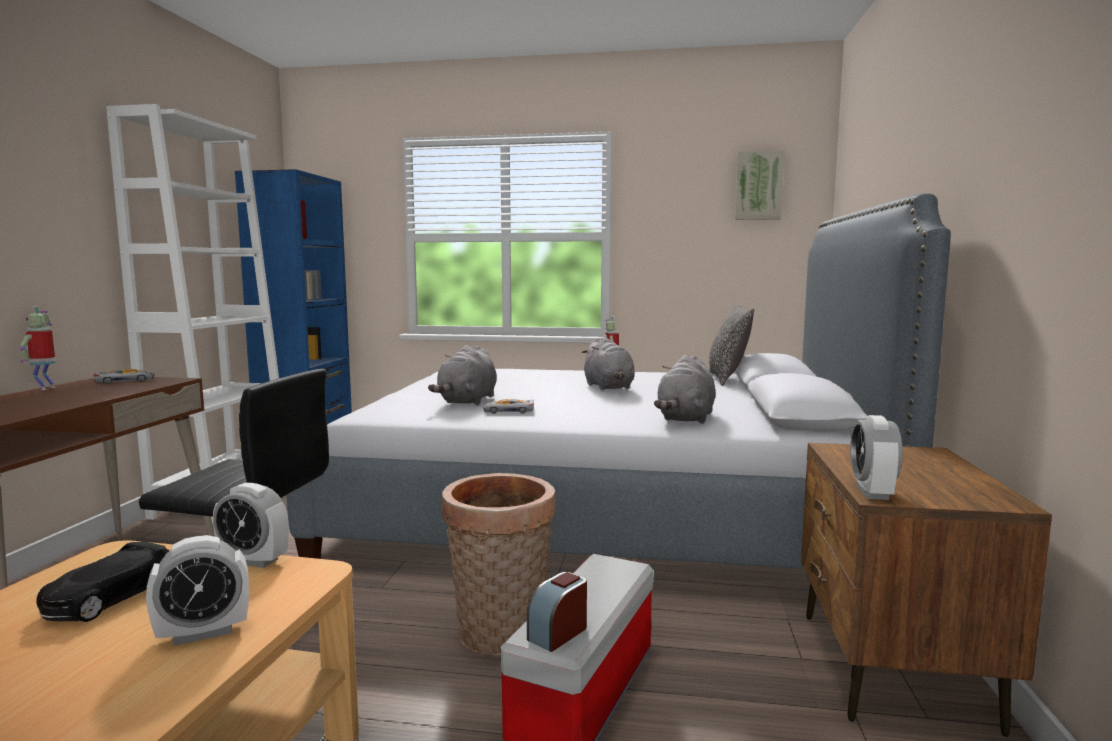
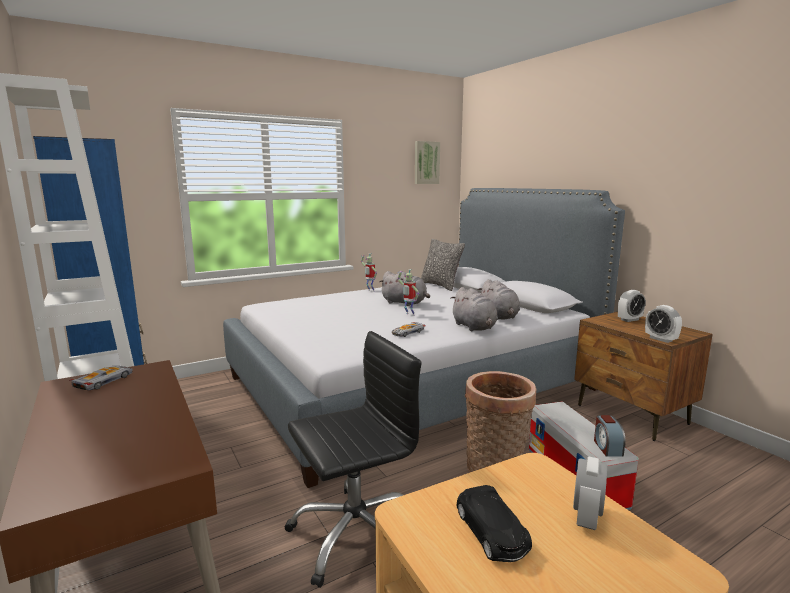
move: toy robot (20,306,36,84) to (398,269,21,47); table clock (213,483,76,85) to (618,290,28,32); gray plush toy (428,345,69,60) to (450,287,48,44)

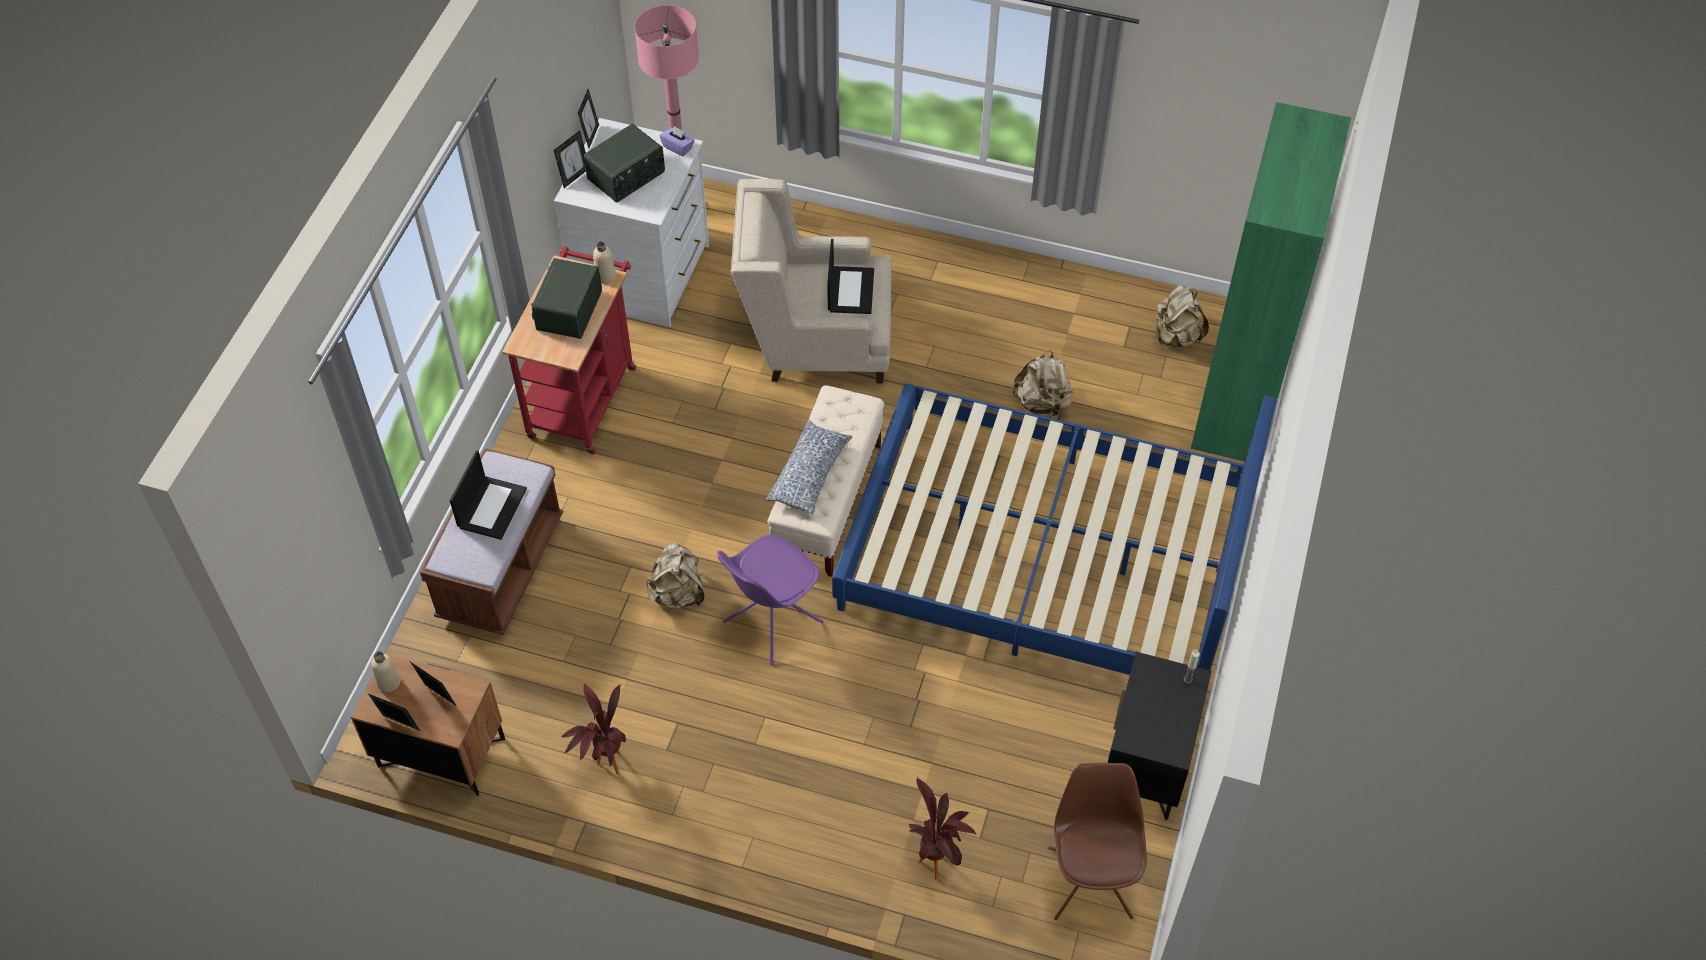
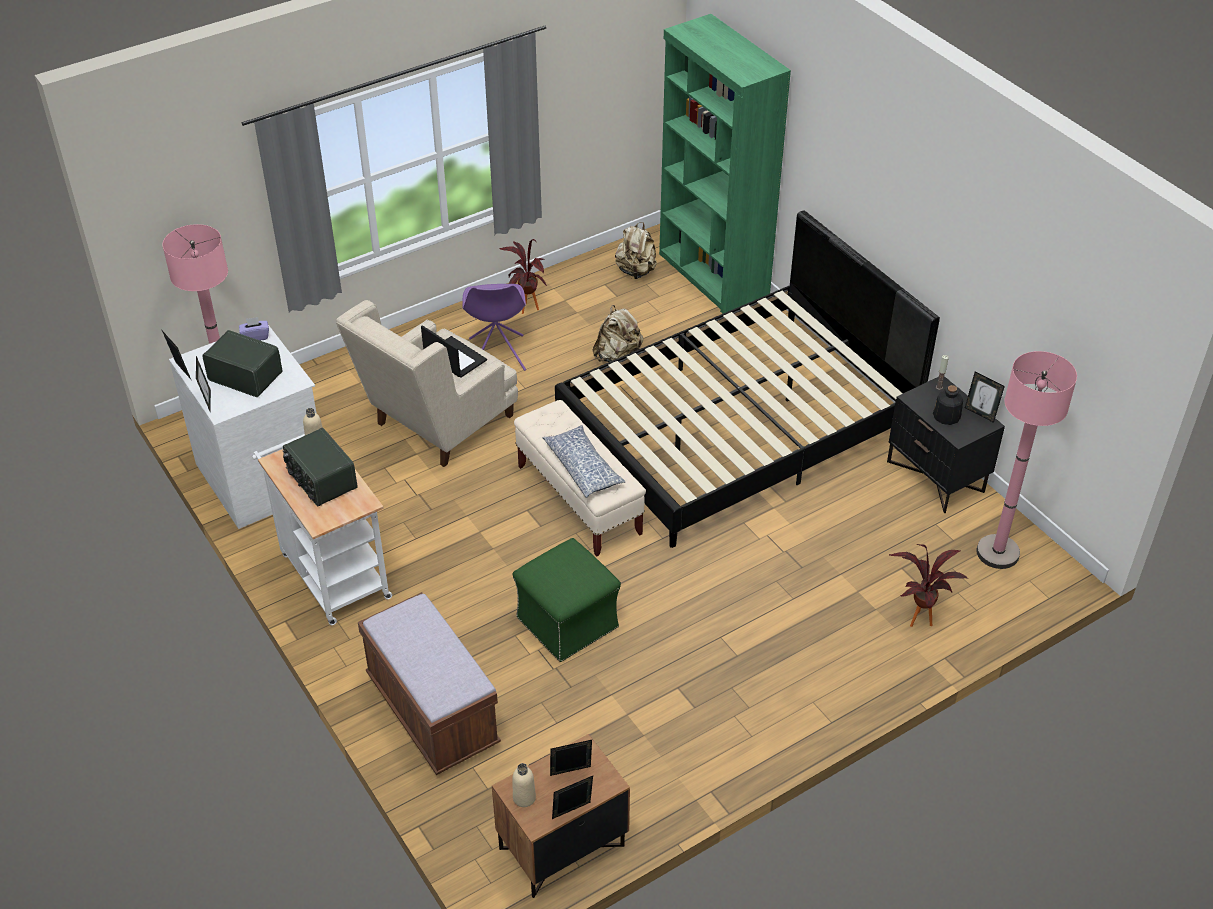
delete: notebook computer (450,450,77,90)
insert: drink bottle (933,385,30,40); picture frame (965,372,40,51)
move: houseplant (561,684,65,91) to (499,239,48,75); purple-coloured chair (717,535,106,130) to (462,284,64,87)
replace: beige-coloured backpack (647,542,57,68) to greenish ottoman (512,538,109,124); brown chair (1048,763,99,157) to pinkish floor lamp (976,351,101,218)
recolor: red-coloured wheeled cart (502,247,134,207) to white-coloured wheeled cart (252,434,140,191); blue-coloured sleeping bed (832,384,444,291) to black-coloured sleeping bed (555,211,385,337)
rotate: radio set (584,124,81,79) = (202,330,81,67) 60 degrees counterclockwise

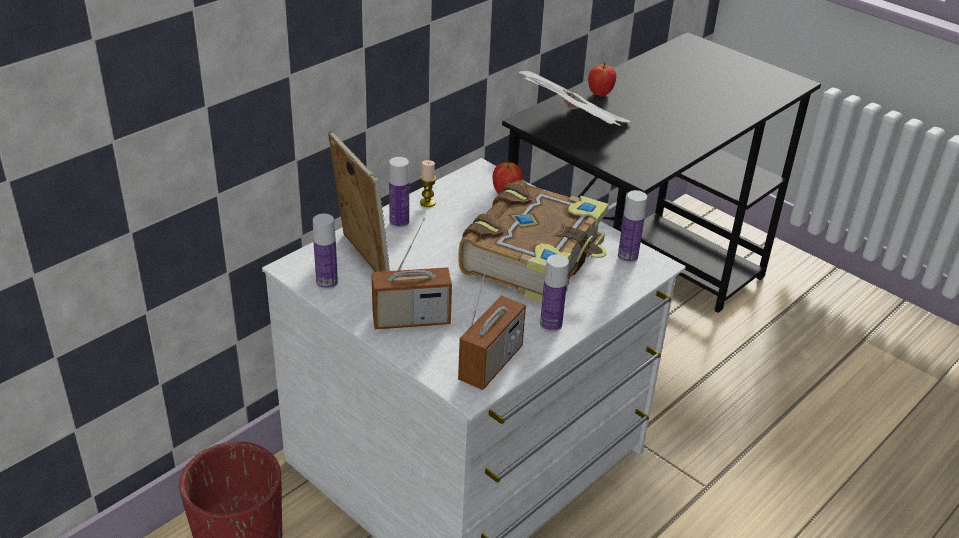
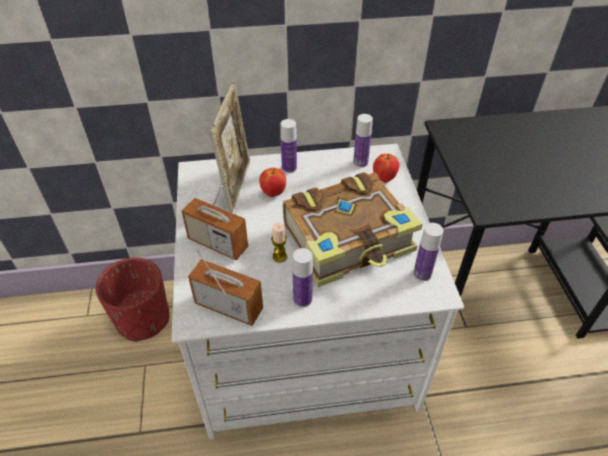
delete: daily paper (519,71,112,55)
move: drink bottle (313,214,25,76) to (353,114,20,54); wax light (420,160,16,47) to (271,223,16,40); apple fruit (588,62,28,35) to (259,168,27,29)
rotate: radio set (458,257,68,133) = (188,250,75,76) 135 degrees counterclockwise

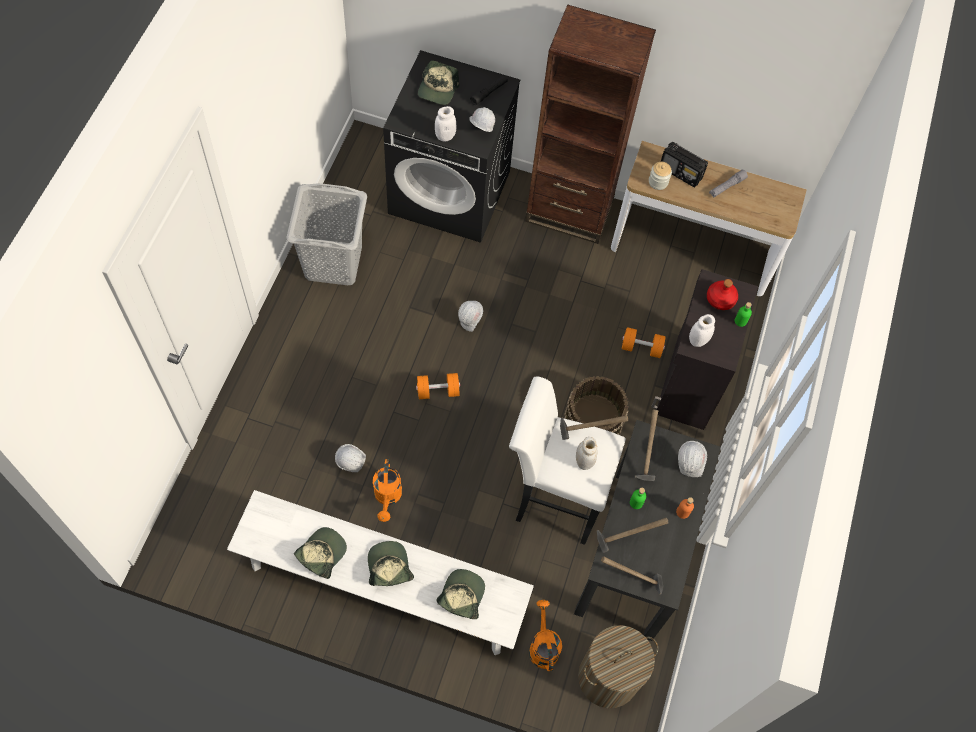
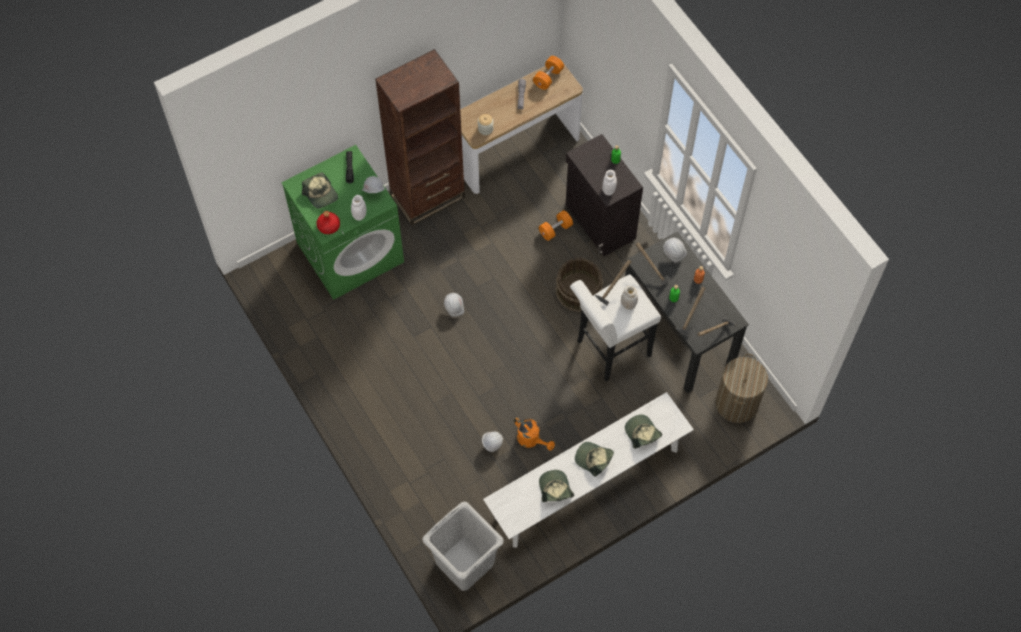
delete: orangey sprinkling can (529,600,33,71); radio set (661,142,47,45)
move: gray washing basket (286,183,81,102) to (422,501,82,90); orangey dumbbell (416,373,44,26) to (533,56,31,34); red-coloured drink bottle (707,279,31,31) to (317,211,23,23)
recolor: black-coloured laundry appliance (383,50,137,193) to greenish laundry appliance (282,145,122,155)

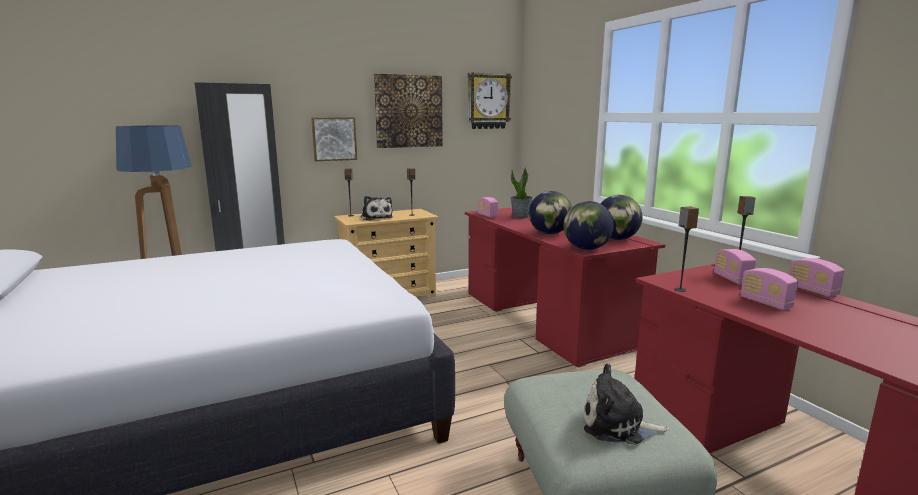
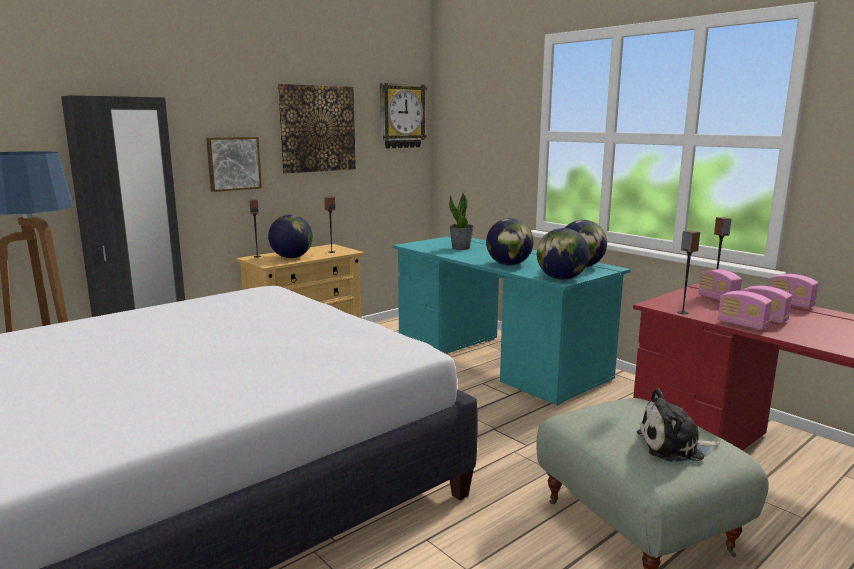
move: radio set (477,197,21,20) to (718,291,54,39)
replace: plush toy (361,196,32,25) to world globe (268,215,45,43)
recolor: red-coloured desk table (465,208,200,160) to blue-green desk table (393,236,238,170)

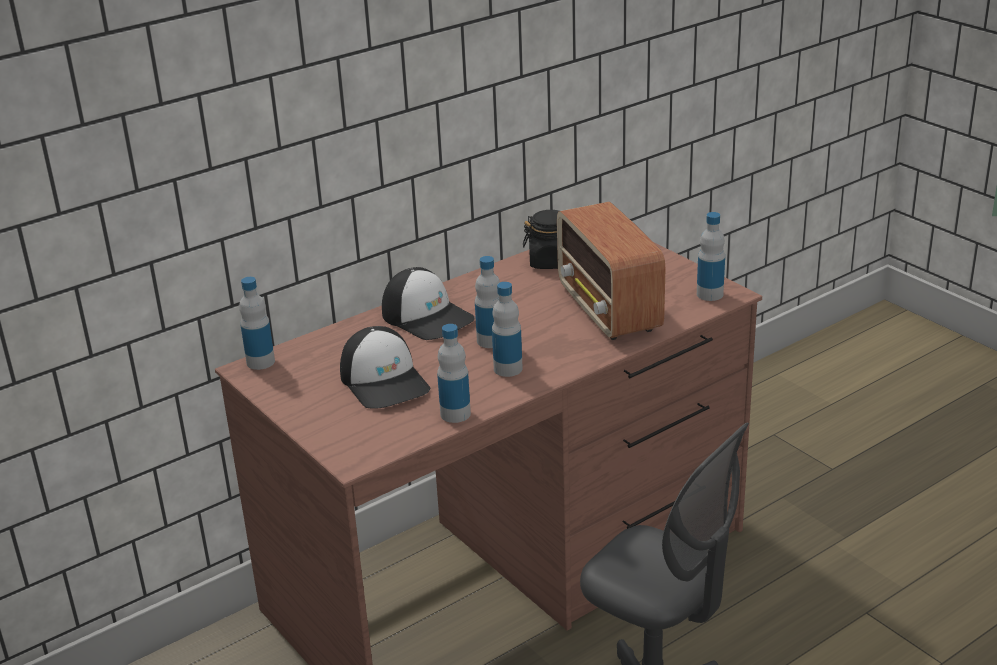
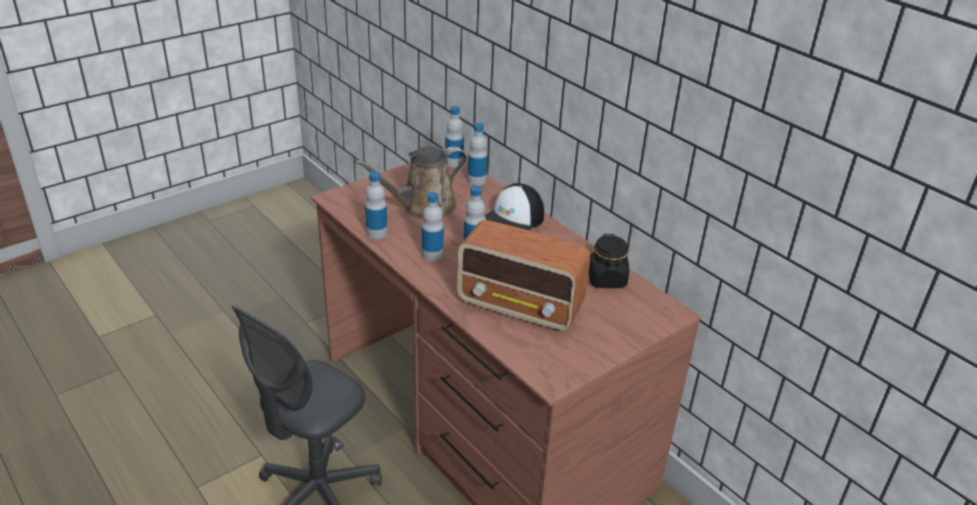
move: drink bottle (697,212,28,89) to (467,123,20,63)
replace: peaked cap (340,326,90,82) to brown sprinkling can (354,146,113,71)
rotate: radio set (557,202,108,138) = (457,220,133,111) 135 degrees counterclockwise

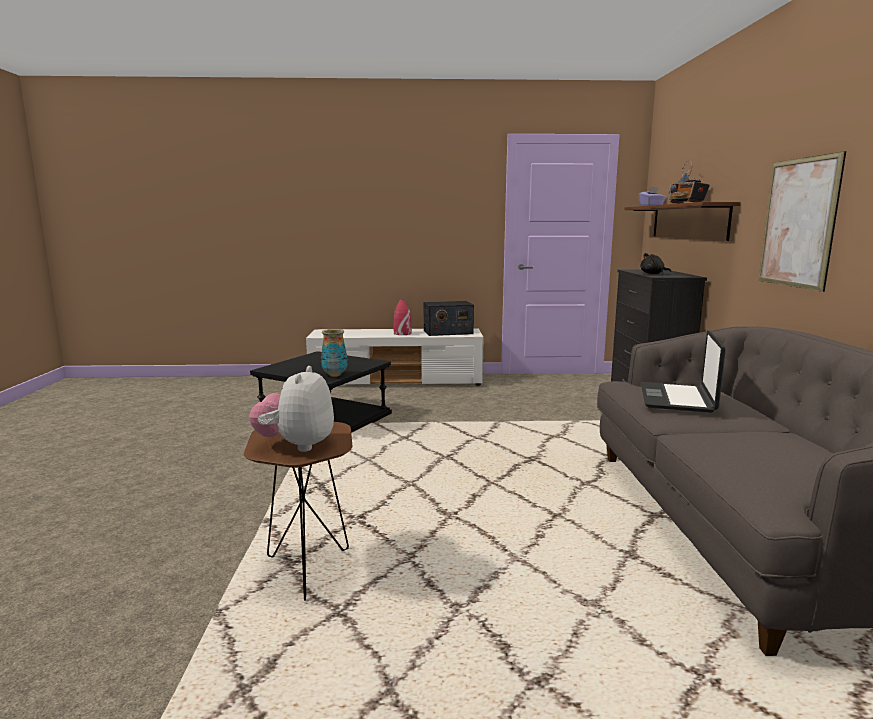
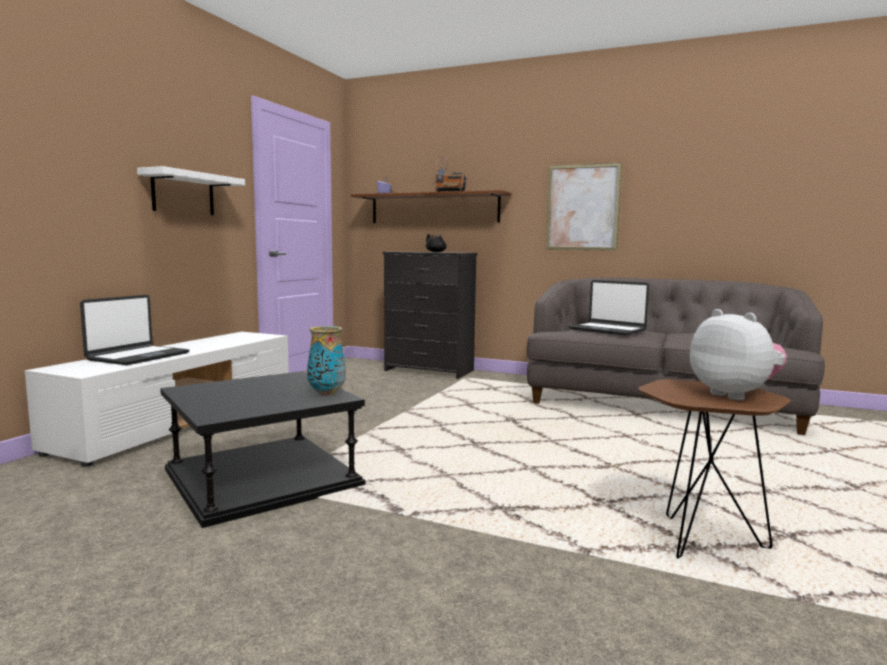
delete: red-coloured vase (394,299,18,36); radio set (424,301,50,35)
insert: notebook computer (80,295,109,70); white-coloured wall shelf (137,166,108,49)
rotate: plush toy (249,366,85,86) = (690,309,97,91) 150 degrees counterclockwise

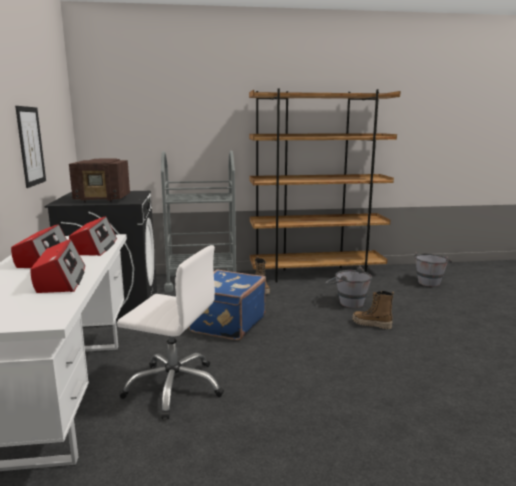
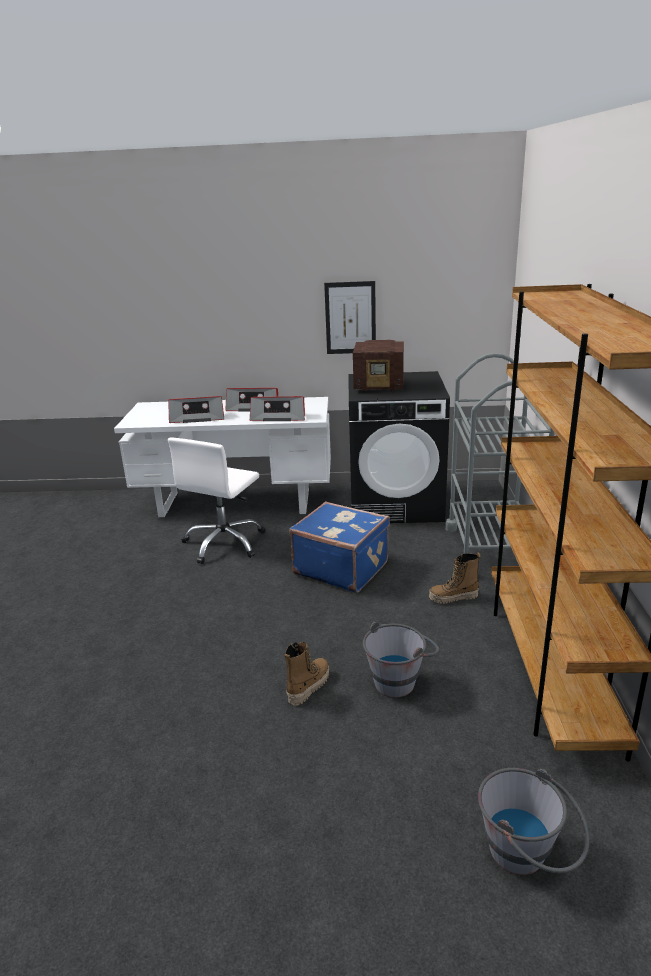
rotate: radio set (69,159,61,43) = (353,340,51,52) 90 degrees counterclockwise

